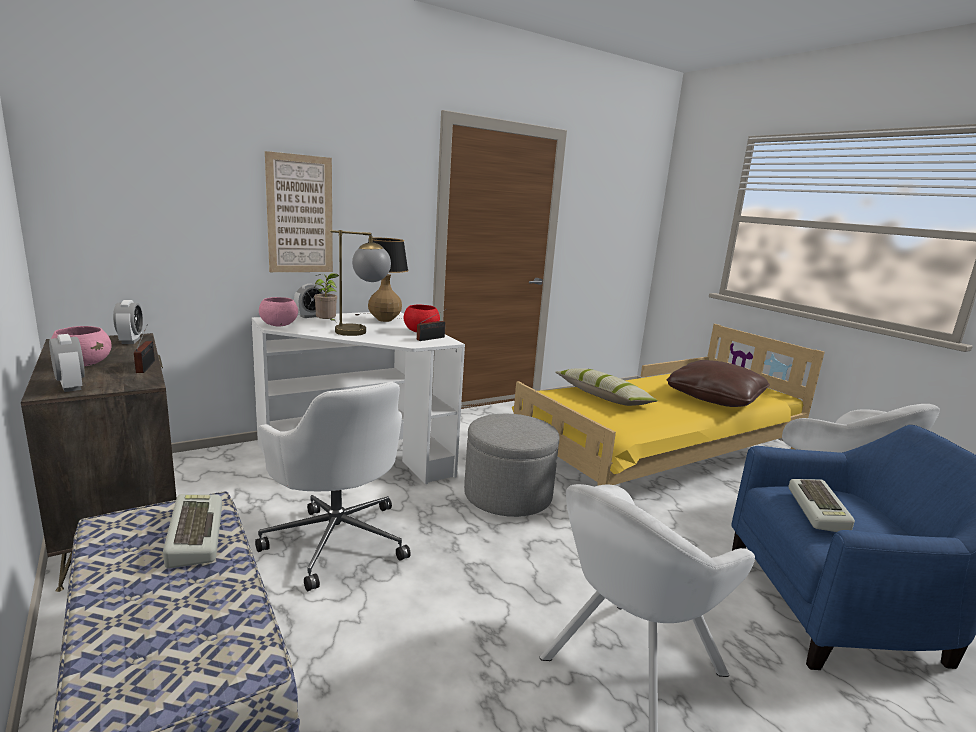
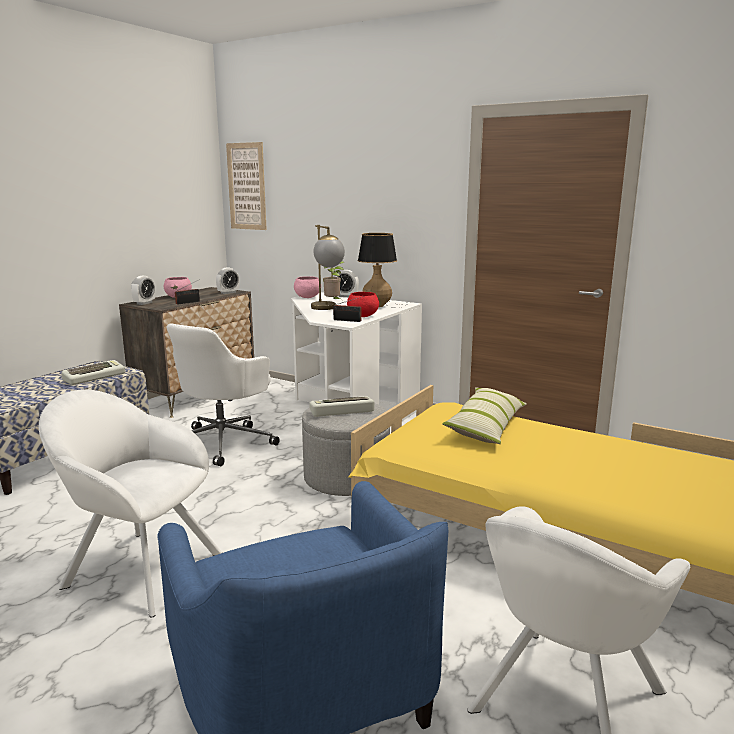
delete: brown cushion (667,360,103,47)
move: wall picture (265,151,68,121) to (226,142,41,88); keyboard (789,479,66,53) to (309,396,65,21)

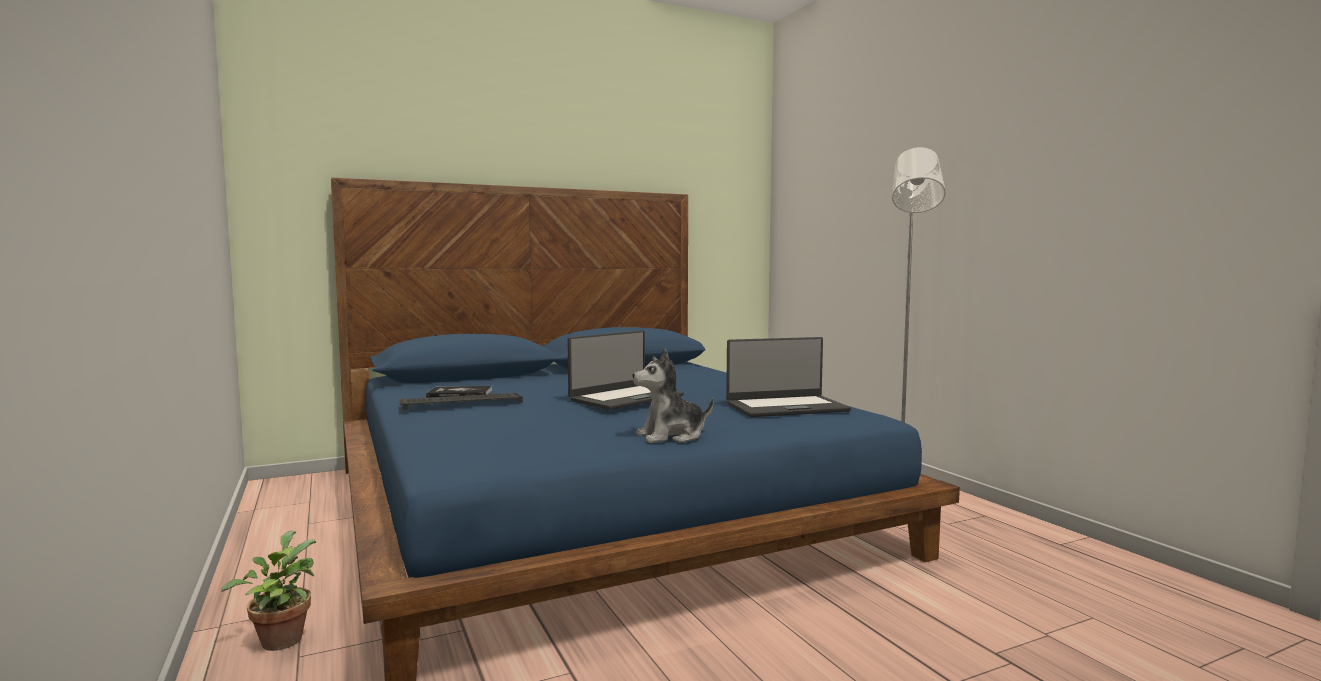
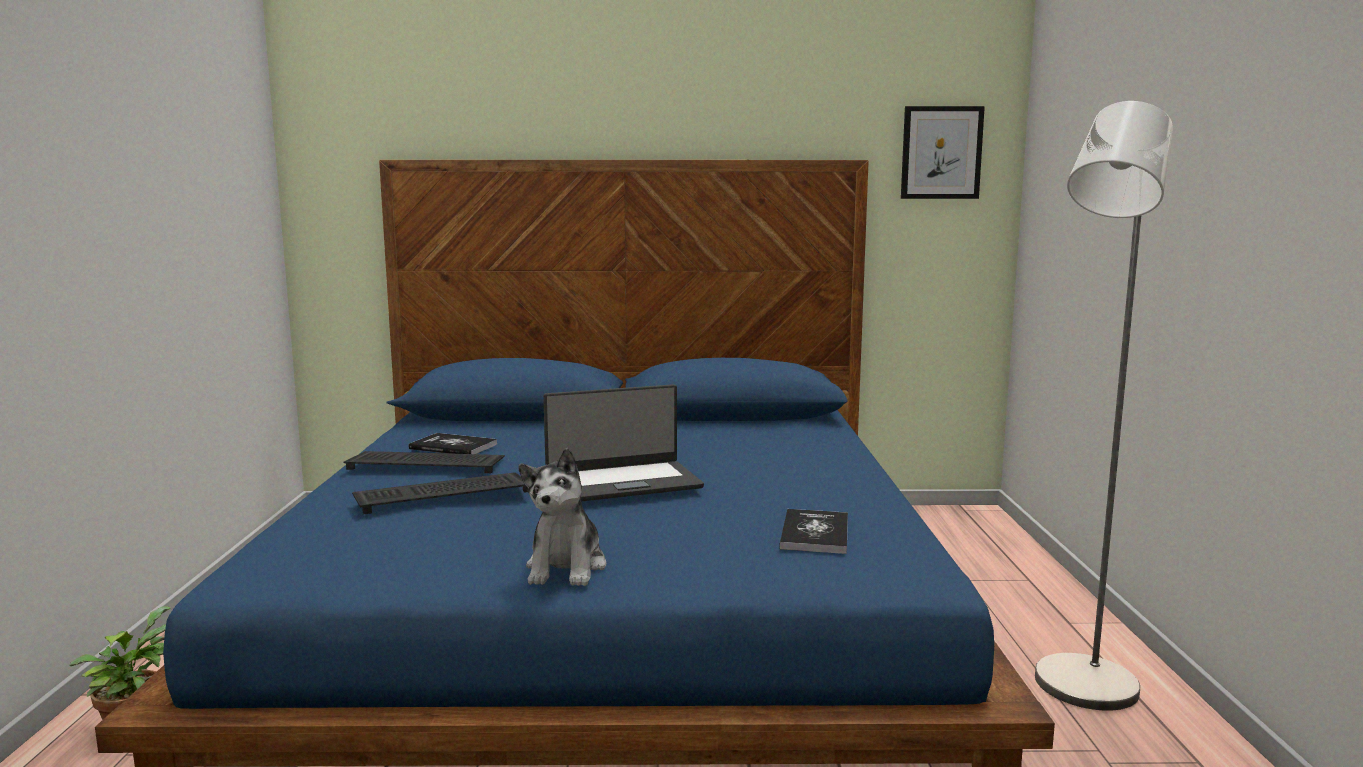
insert: keyboard (352,472,176,42); wall picture (901,106,84,93)
replace: notebook computer (726,337,125,80) to volume (779,509,69,45)
rotate: plush toy (632,349,82,94) = (519,448,87,138) 90 degrees counterclockwise

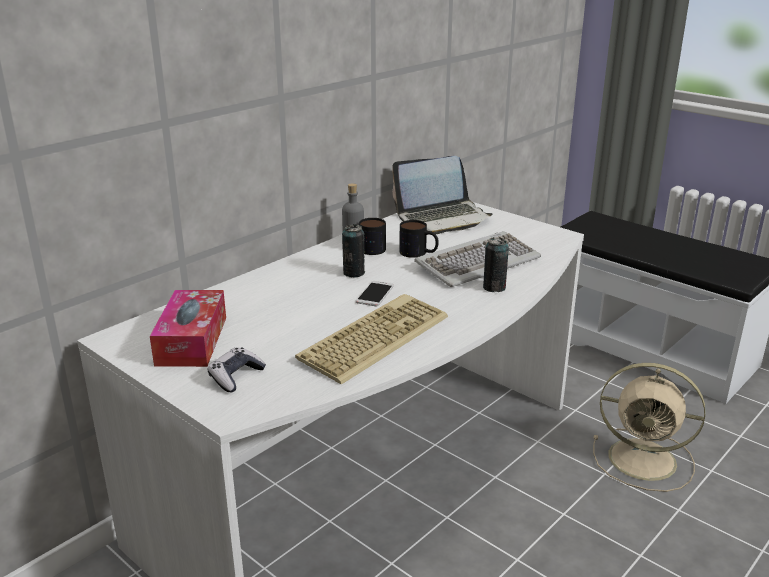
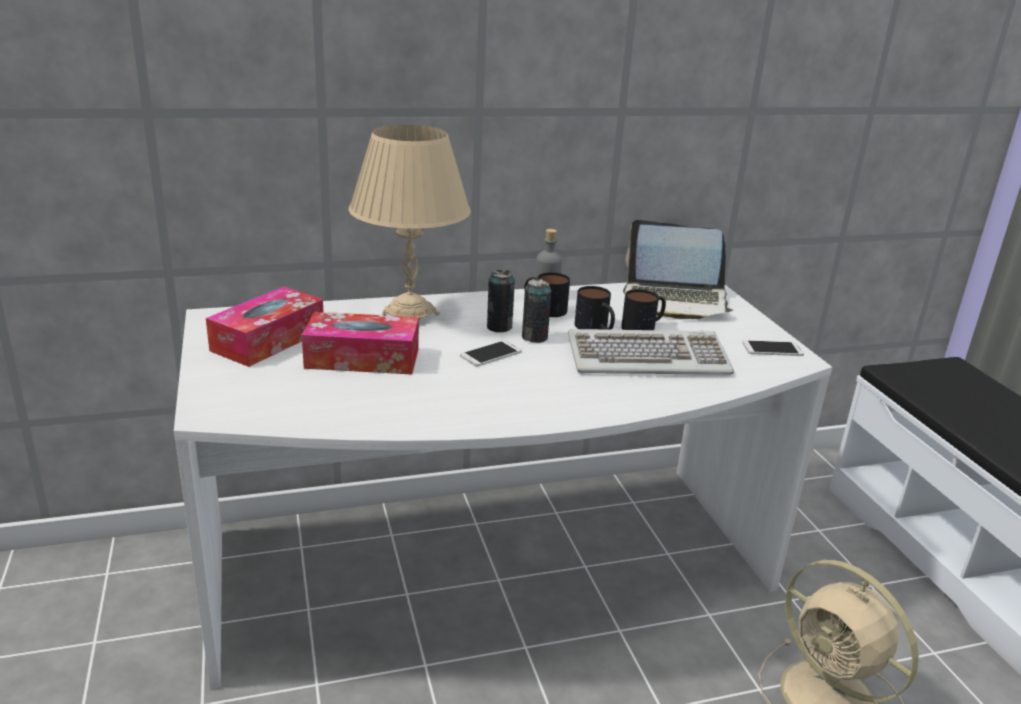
delete: joypad (207,347,59,45); keyboard (295,294,153,91)
insert: tissue box (302,312,117,62); beige-coloured tabletop lamp (349,125,122,194); tea mug (621,289,45,41); telephone (742,340,62,16)
move: can (483,237,26,55) to (522,278,30,65)

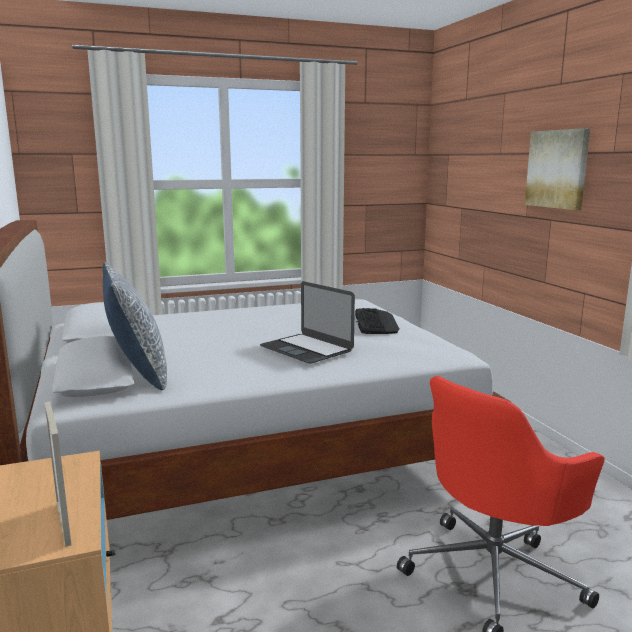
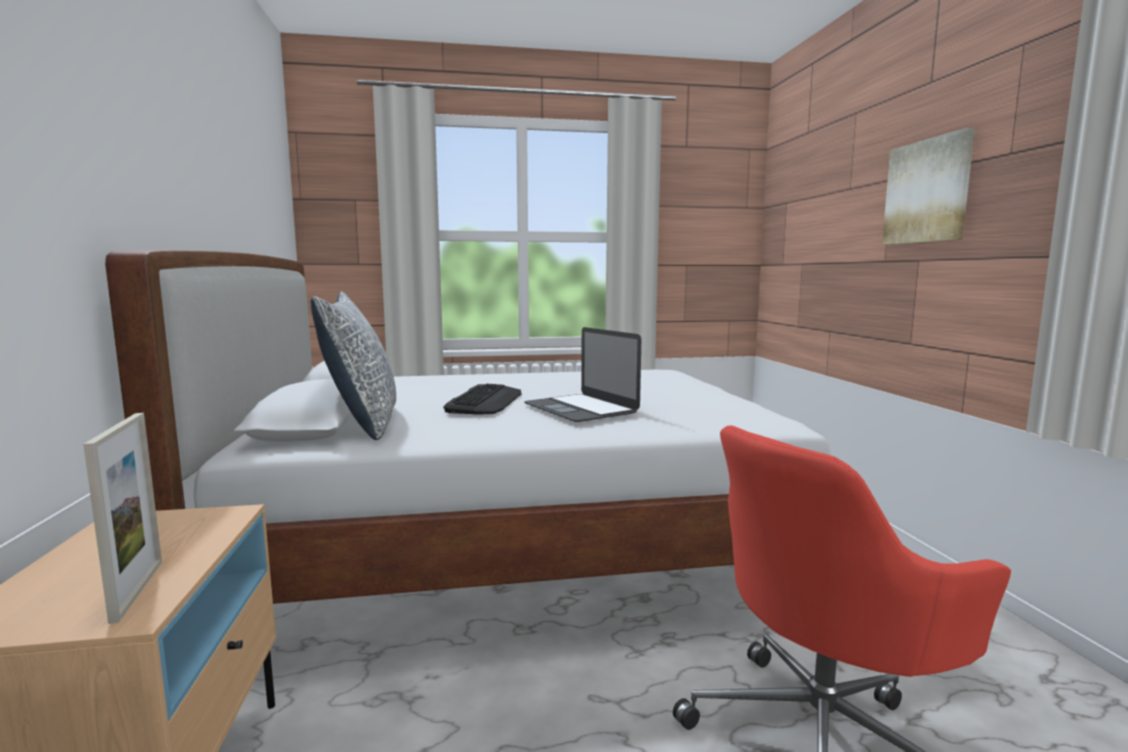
move: keyboard (355,308,44,26) to (443,384,79,31)

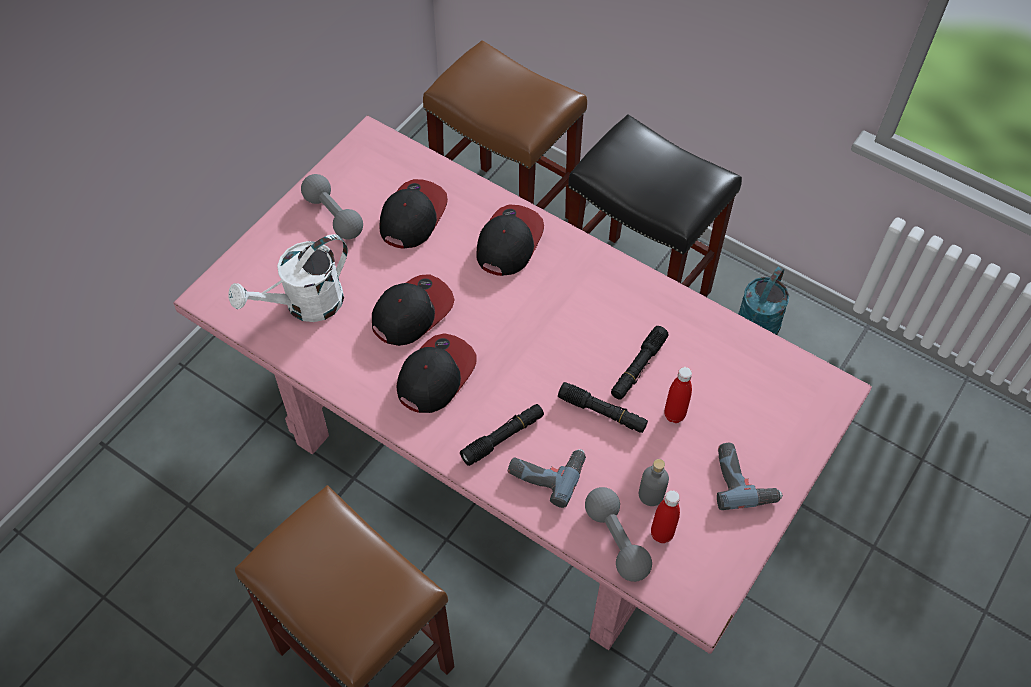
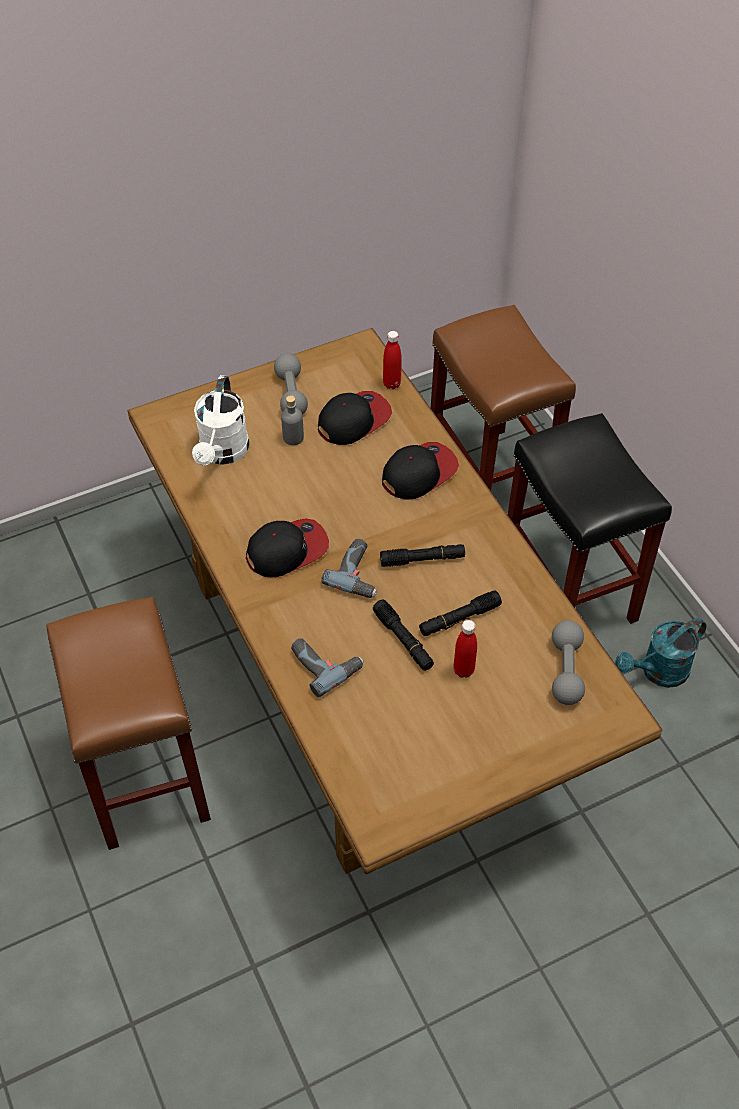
delete: peaked cap (372,274,82,72)
move: black-coloured hand torch (460,404,84,62) to (380,544,85,23); gray dumbbell (585,487,67,95) to (552,620,33,85); gray drink bottle (639,459,30,47) to (281,395,23,50); red-coloured drink bottle (651,490,29,53) to (383,331,19,58); drill (717,443,66,67) to (321,539,57,59)
recolor: pinkish kitchen table (173,115,699,539) to brown kitchen table (128,328,534,546)
rotate: white-coloured sprinkling can (228,234,120,88) = (192,375,57,90) 75 degrees counterclockwise

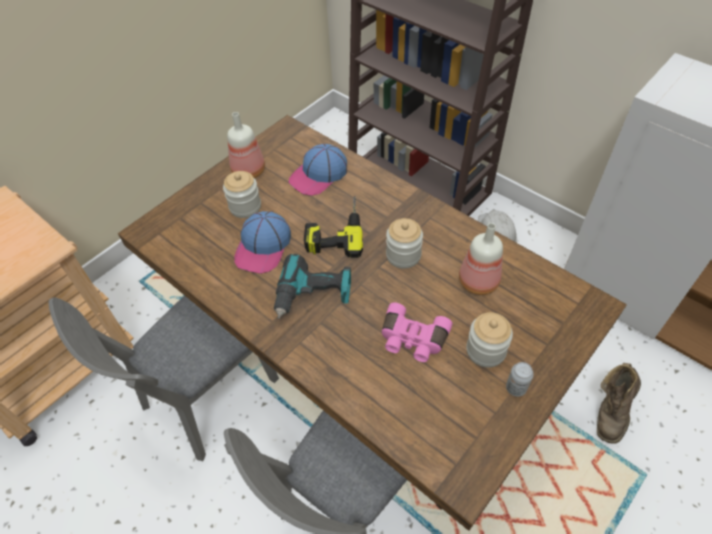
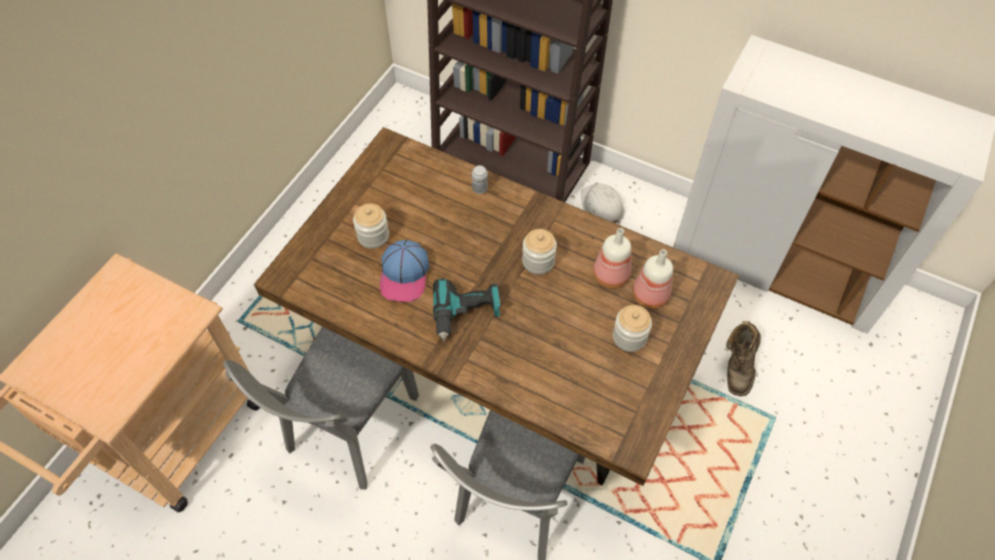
delete: peaked cap (289,144,58,52); drill (304,196,59,62); pinkish field glasses (382,302,71,60)
move: drink bottle (227,112,38,66) to (633,249,40,60); can (506,362,28,35) to (472,165,16,29)

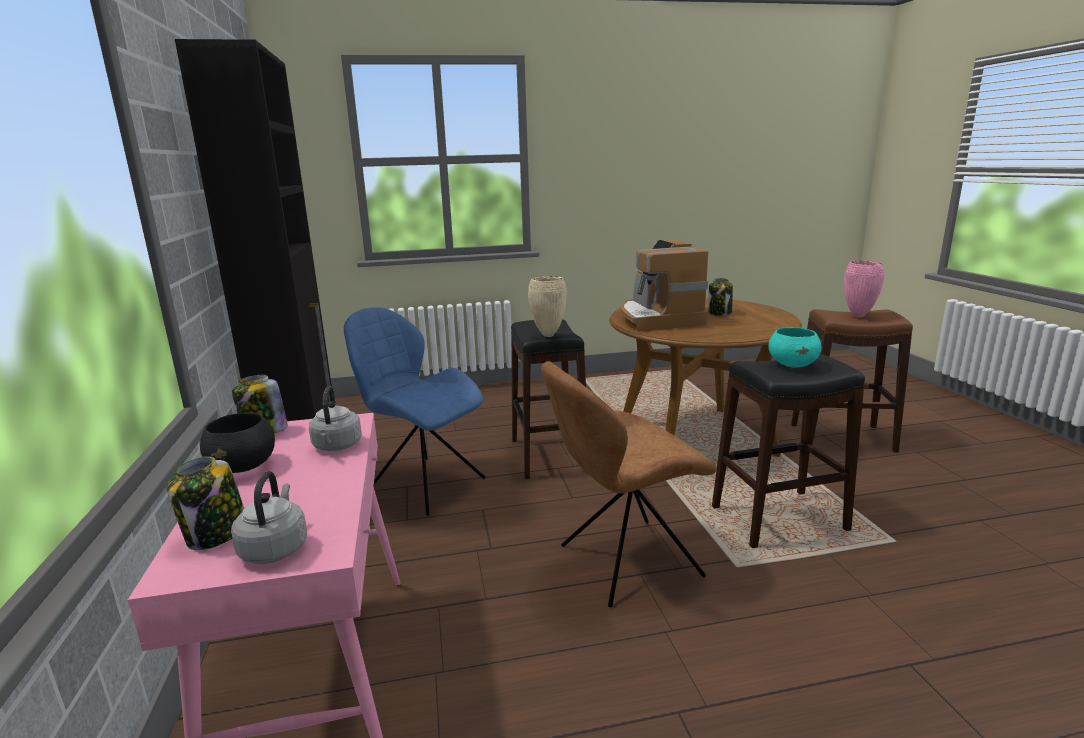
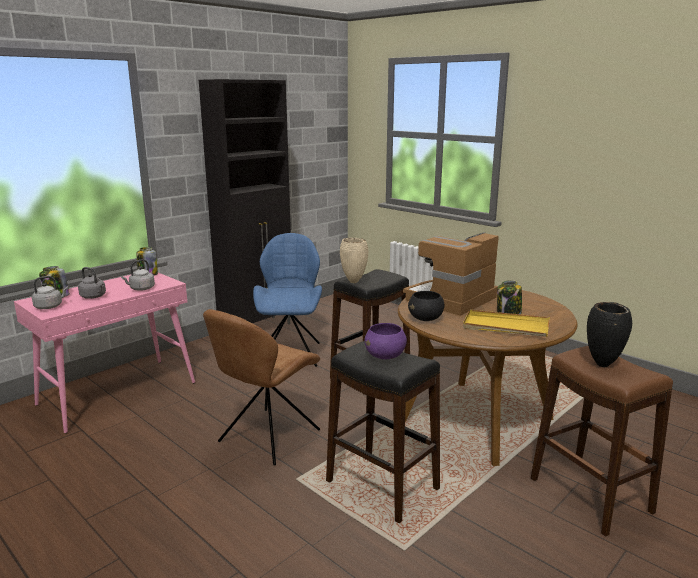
insert: gray kettle (78,267,28,32); yellow carrying tray (463,310,87,27)
move: black-coloured deep dish (200,413,75,60) to (408,291,37,30)
recolor: blue-green deep dish (768,327,53,41) to purple-coloured deep dish (364,323,43,36); pinkish vase (844,260,41,57) to black-coloured vase (587,302,45,65)
rotate: brown chair (541,361,176,246) = (203,309,117,156) 90 degrees counterclockwise

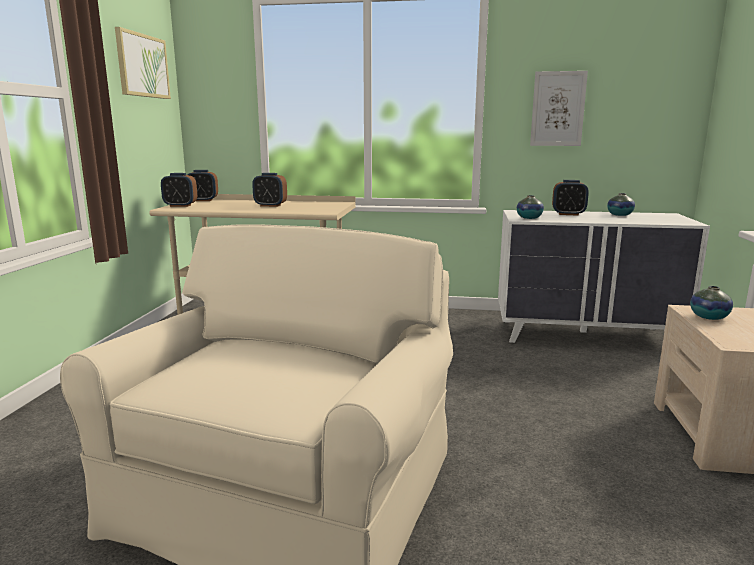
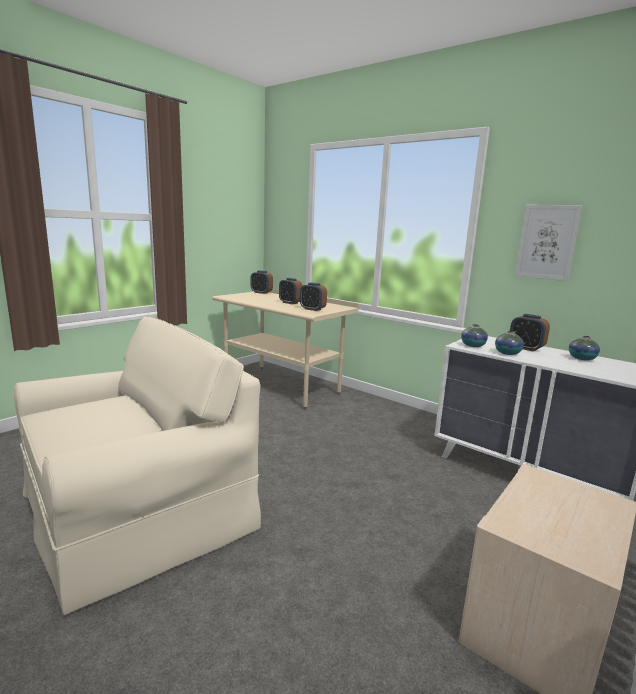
delete: wall picture (115,27,56,72)
move: table clock (161,173,36,34) to (300,282,27,29); vase (690,286,43,34) to (495,331,29,24)

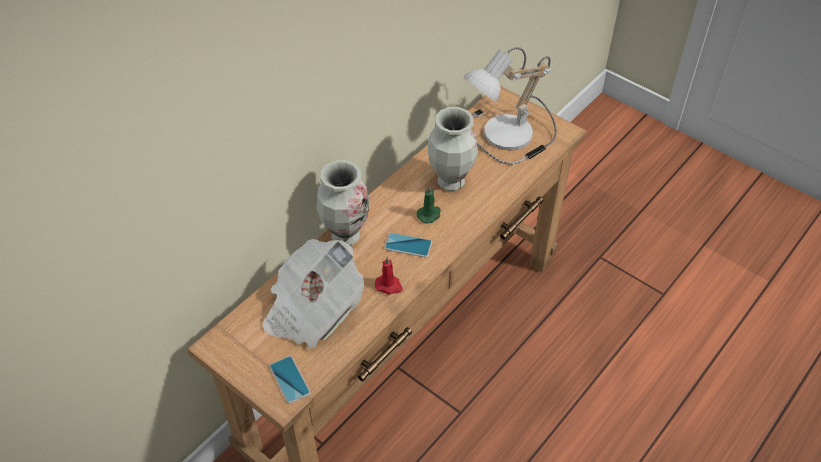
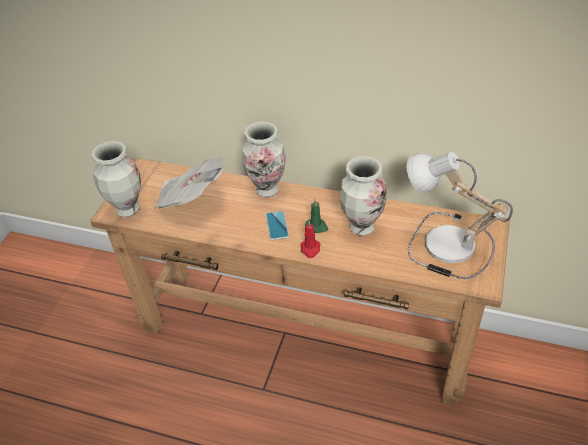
move: red-coloured wax light (375,257,28,37) to (300,220,21,38)
replace: telephone (269,356,42,48) to vase (92,141,49,76)

